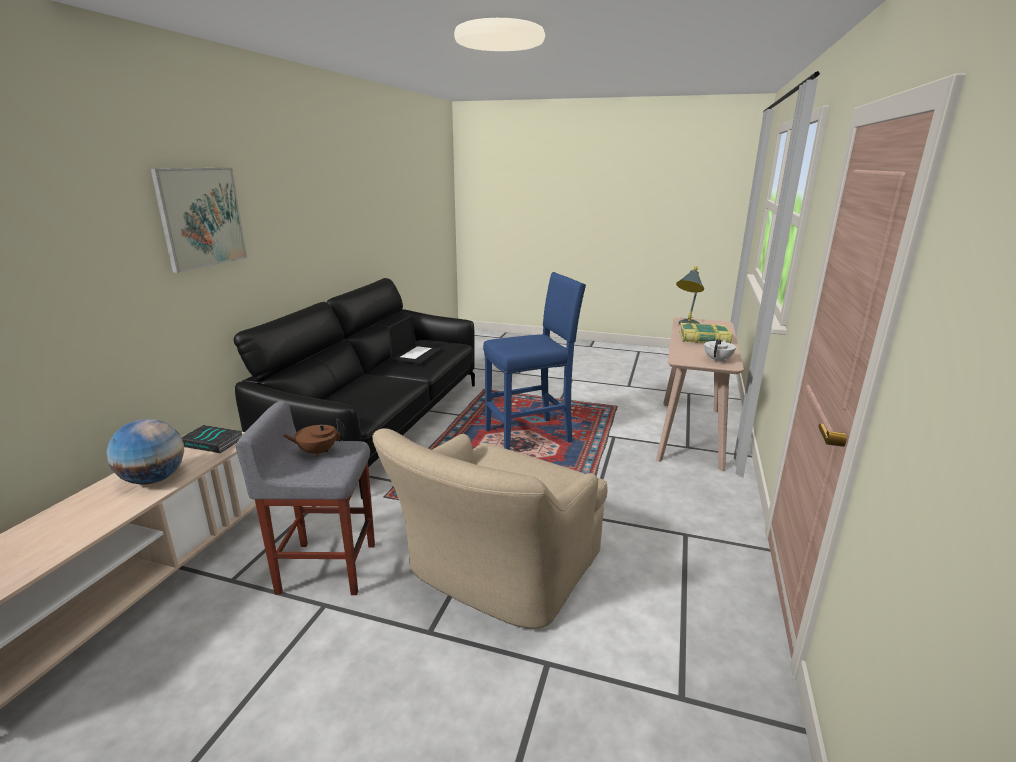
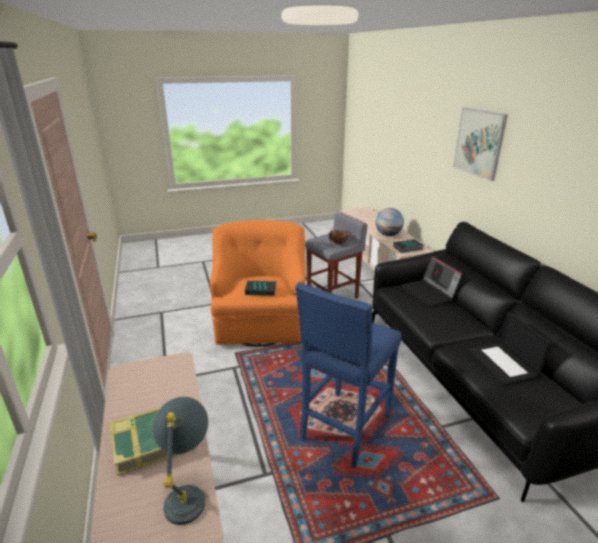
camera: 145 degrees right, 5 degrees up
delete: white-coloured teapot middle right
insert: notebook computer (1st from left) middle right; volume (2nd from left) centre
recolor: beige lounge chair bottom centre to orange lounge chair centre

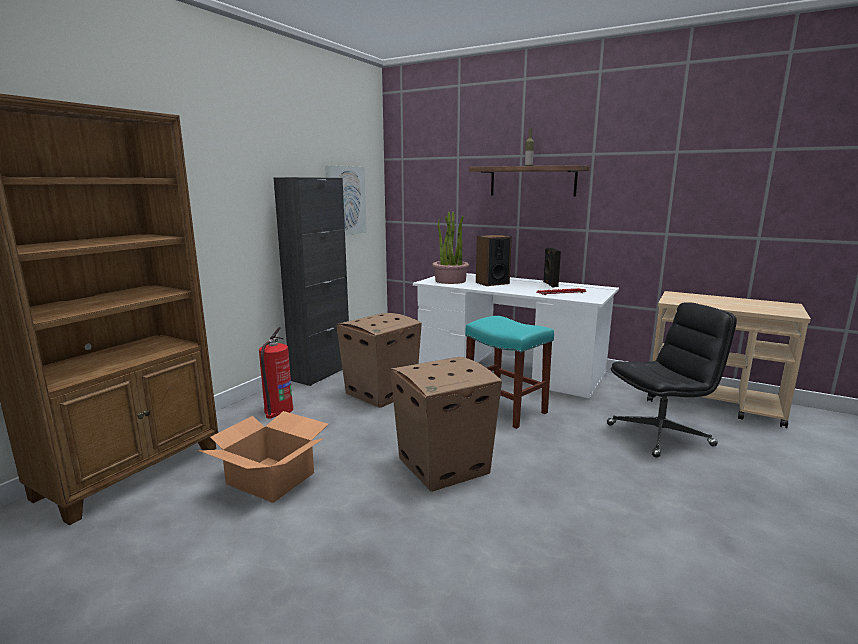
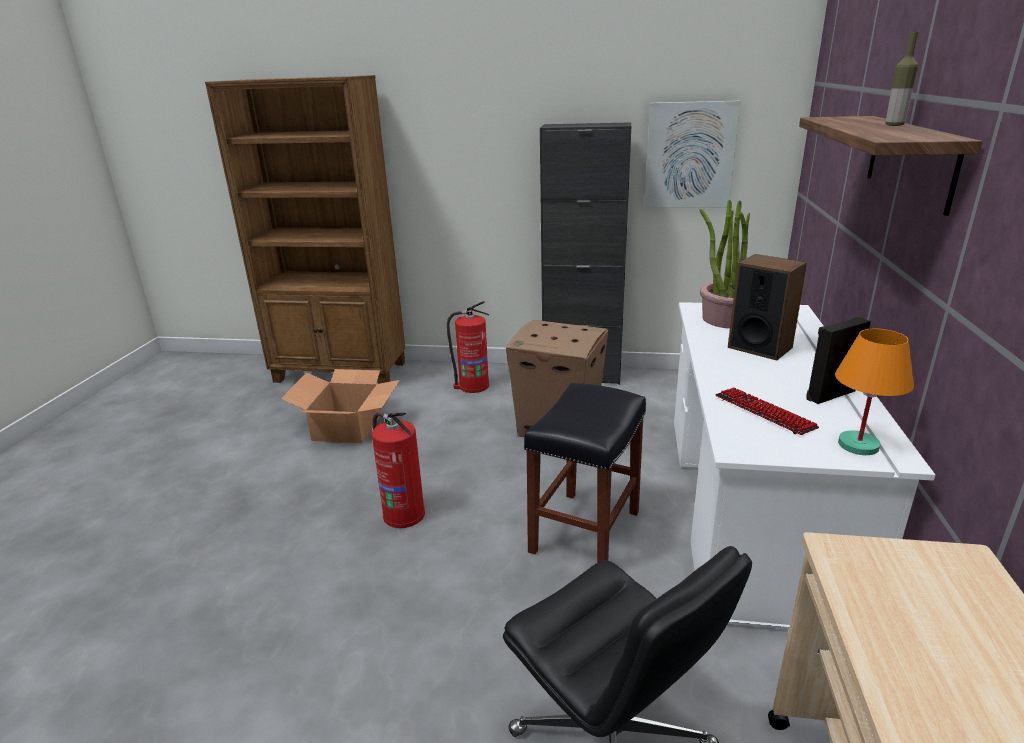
camera: 70 degrees right, 10 degrees up
insert: orange lamp for a table middle right
replace: packing box (3rd from left) centre to fire extinguisher (1st from left) centre
recolor: blue-green stool seat centre to blackish stool seat centre

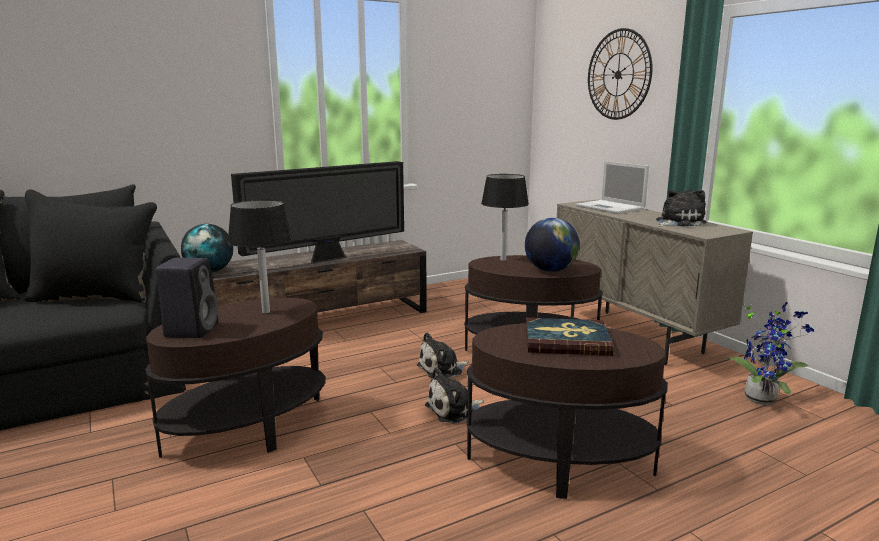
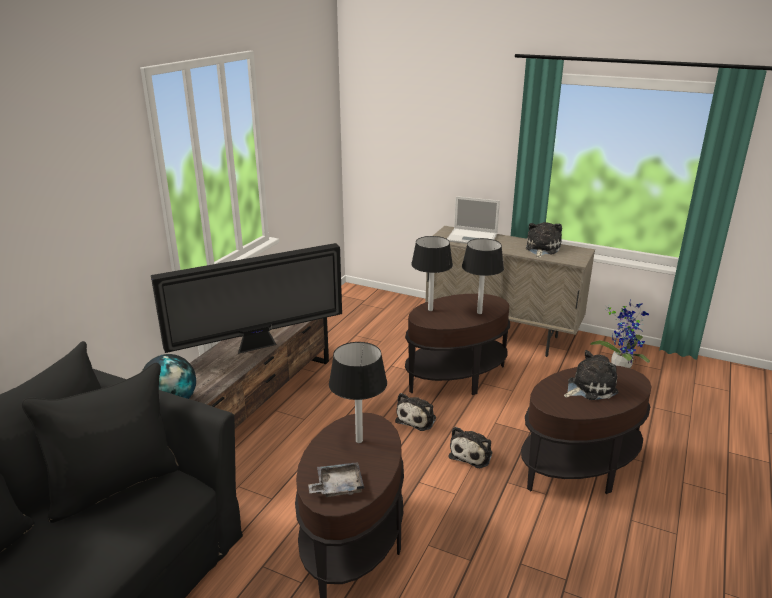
camera: 35 degrees left, 10 degrees up
delete: wall clock top right
replace: desk globe (2nd from left) centre to blackish lamp for a table (3rd from left) centre; blackish audio speaker middle left to grey serving tray bottom centre; volume centre to cuddly toy (4th from left) middle right
rotate: TV set centre = middle left 45 degrees clockwise

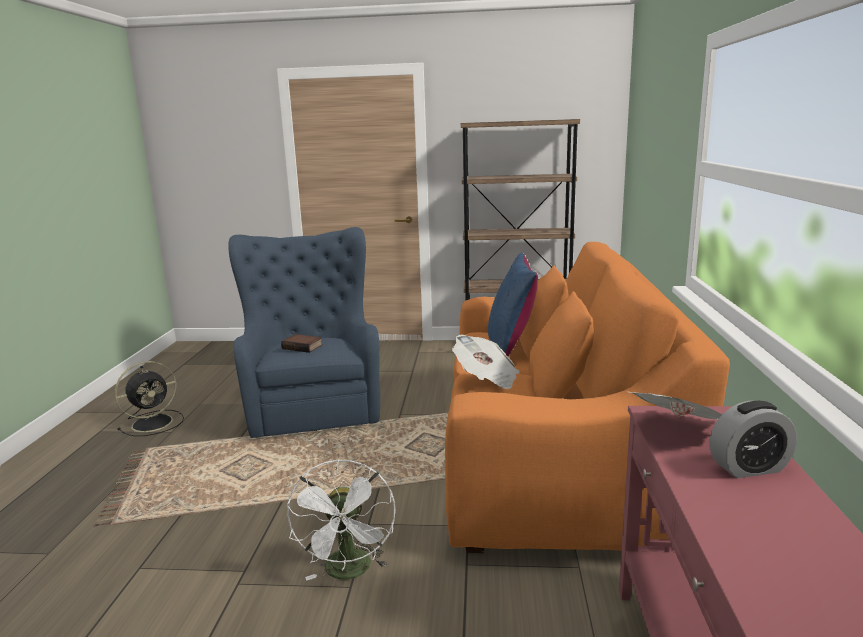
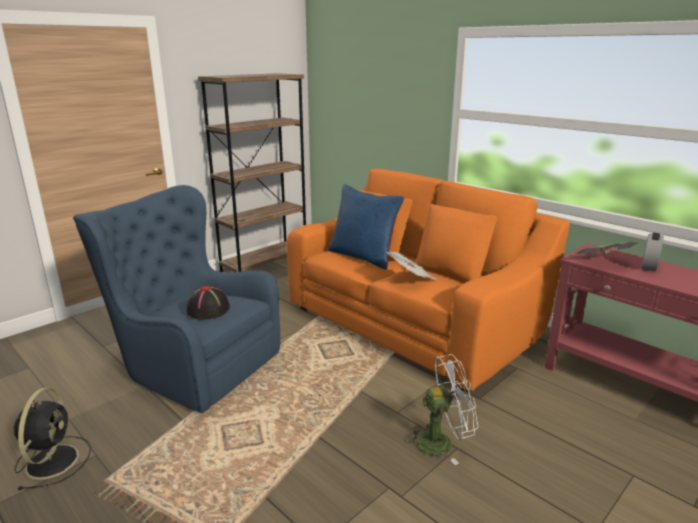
camera: 50 degrees left, 5 degrees up
replace: volume centre to blackish wearable hat middle left
rotate: white-coloured cooling fan bottom centre = bottom centre 45 degrees counterclockwise

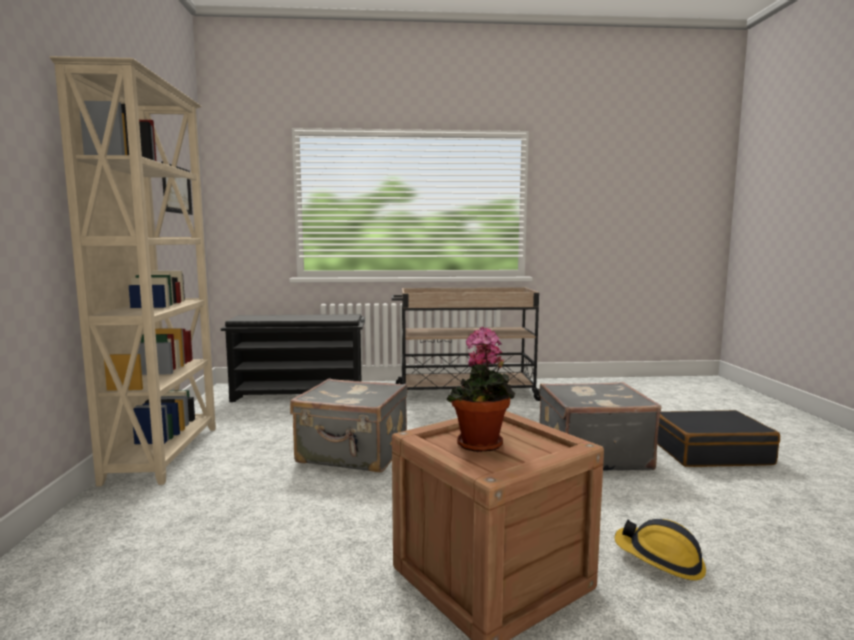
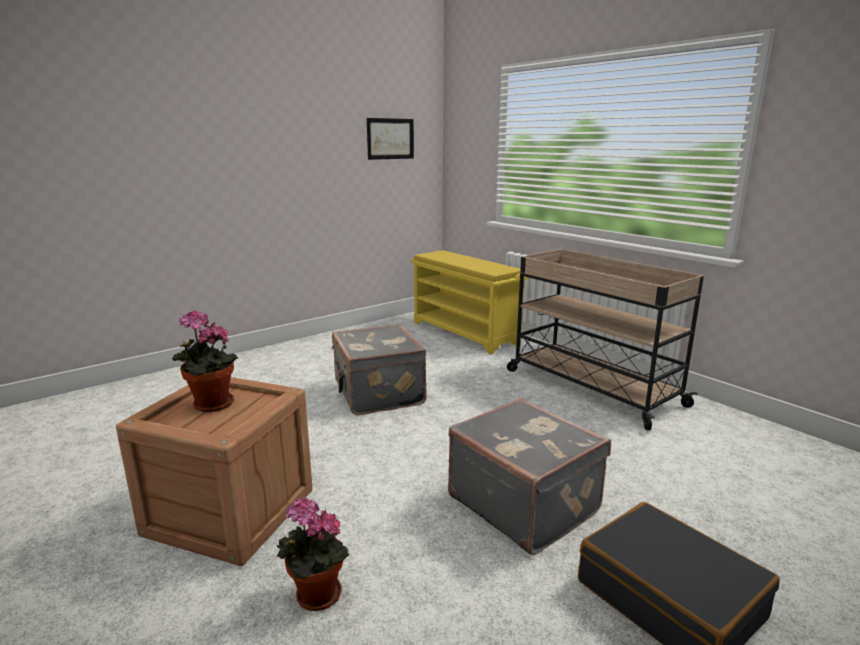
camera: 55 degrees right, 10 degrees up
delete: beige bookcase middle left
replace: safety helmet bottom right to plant in a pot (2nd from left) bottom centre
recolor: blackish shoe stand centre to yellow-coloured shoe stand centre

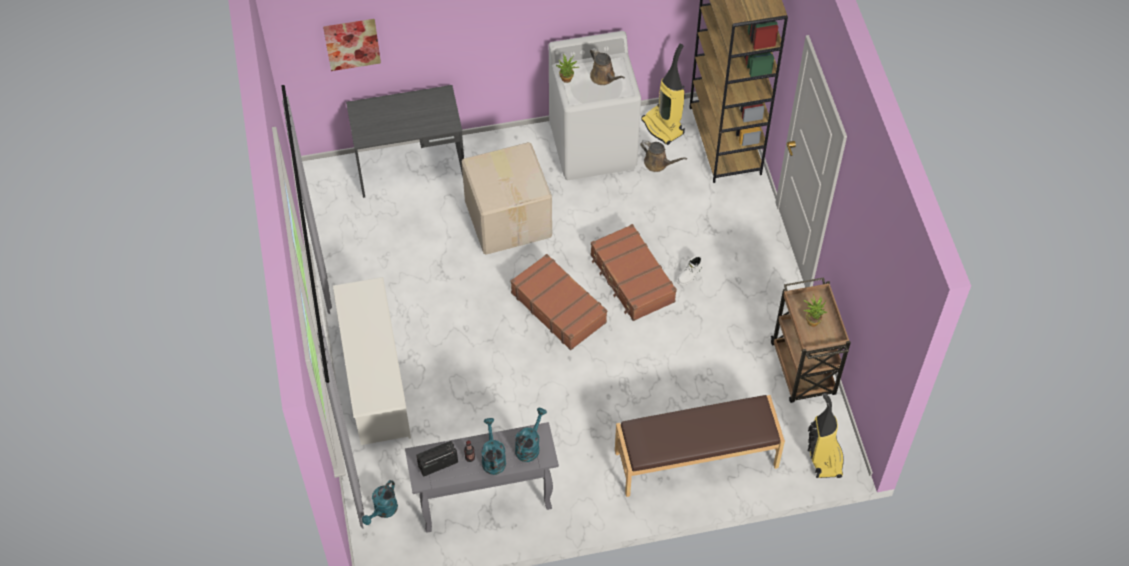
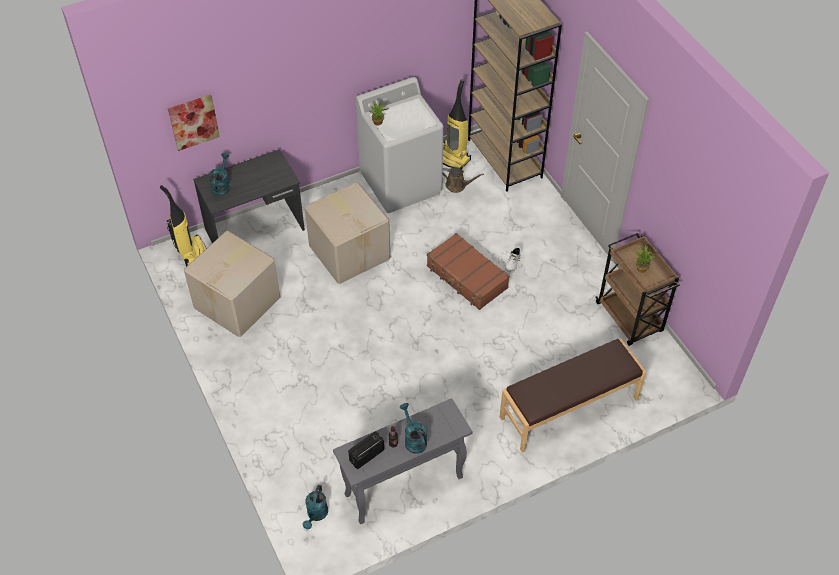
camera: 15 degrees left, 5 degrees down
delete: brownish watering can (1st from left) top centre; brownish suitcase (1st from left) centre; white-coloured shoe stand middle left
insert: packing box (1st from left) middle left
move: vacuum (2nd from left in the first image) bottom right to vacuum (1st from left) middle left; blue-green watering can (3rd from left in the first image) bottom centre to blue-green watering can (1st from left) top left

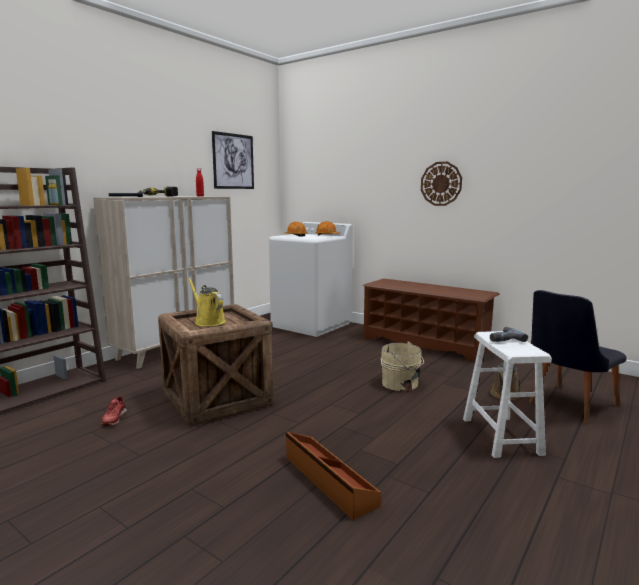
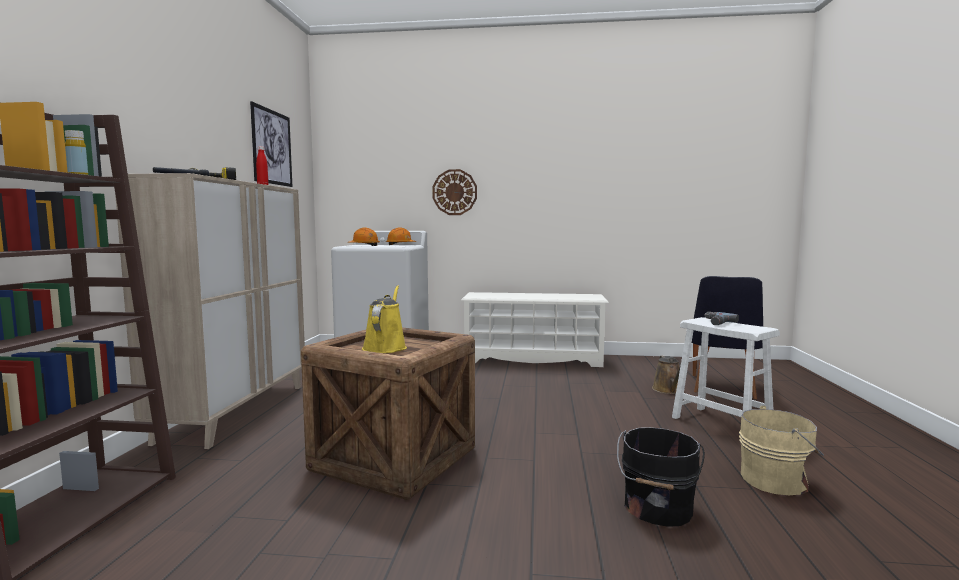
camera: 30 degrees left, 5 degrees down
delete: red-coloured low shoe bottom left
move: wall clock top right to top centre; beige pail centre to bottom right
replace: brownish storage box bottom centre to blackish pail bottom right
recolor: brownish shoe stand middle right to white-coloured shoe stand centre
rotate: yellow-coloured watering can middle left = centre 75 degrees clockwise

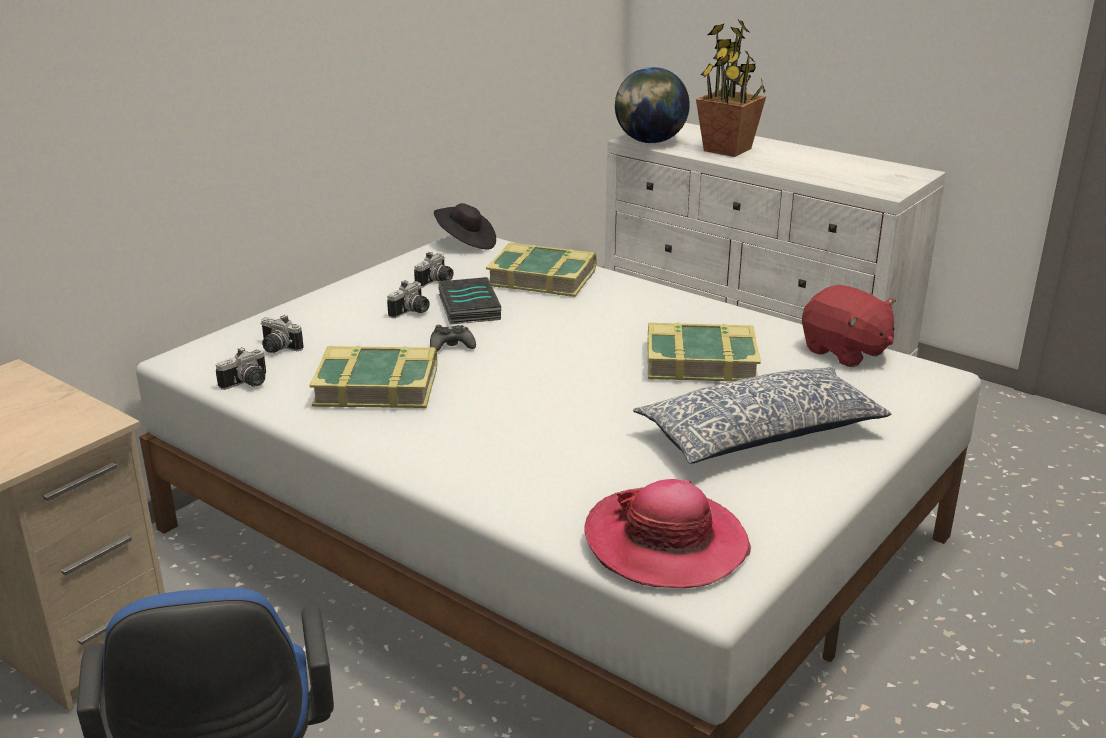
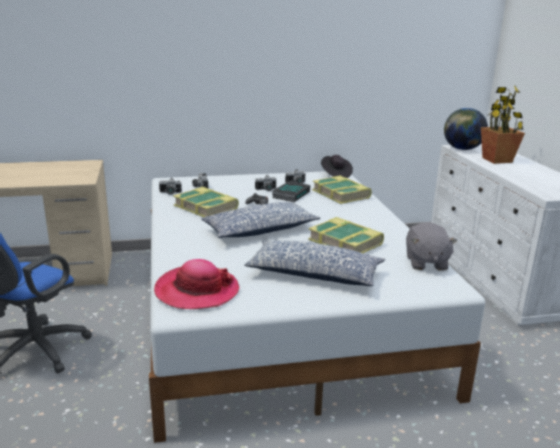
camera: 40 degrees right, 5 degrees down
insert: pillow (1st from left) centre
recolor: red-coloured cuddly toy middle right to grey cuddly toy middle right

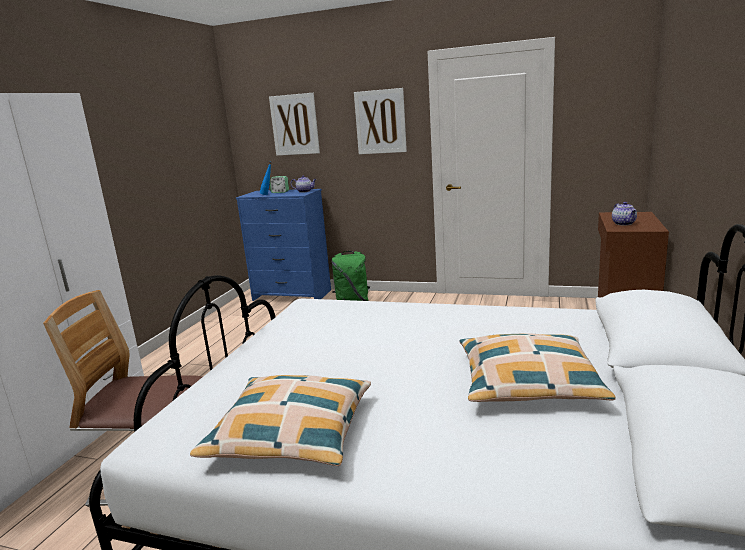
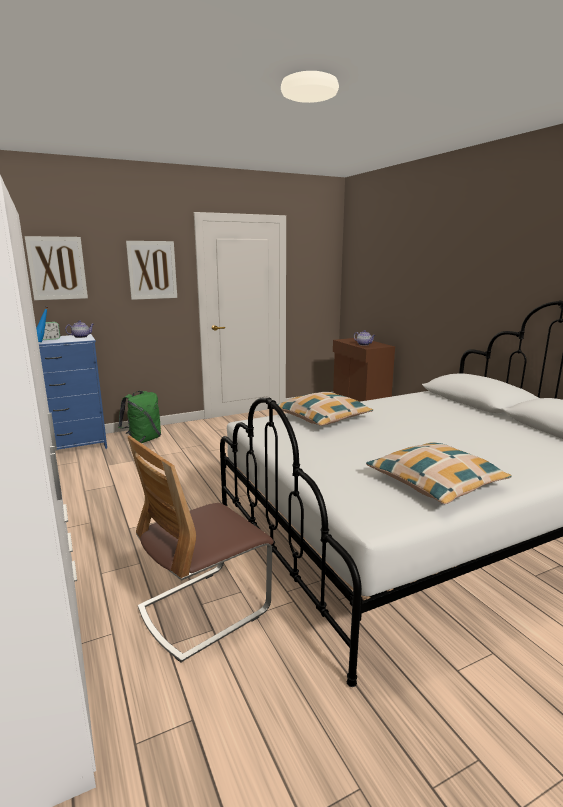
camera: 45 degrees left, 0 degrees up
move: pillow (2nd from left in the first image) bottom right to pillow (1st from left) centre

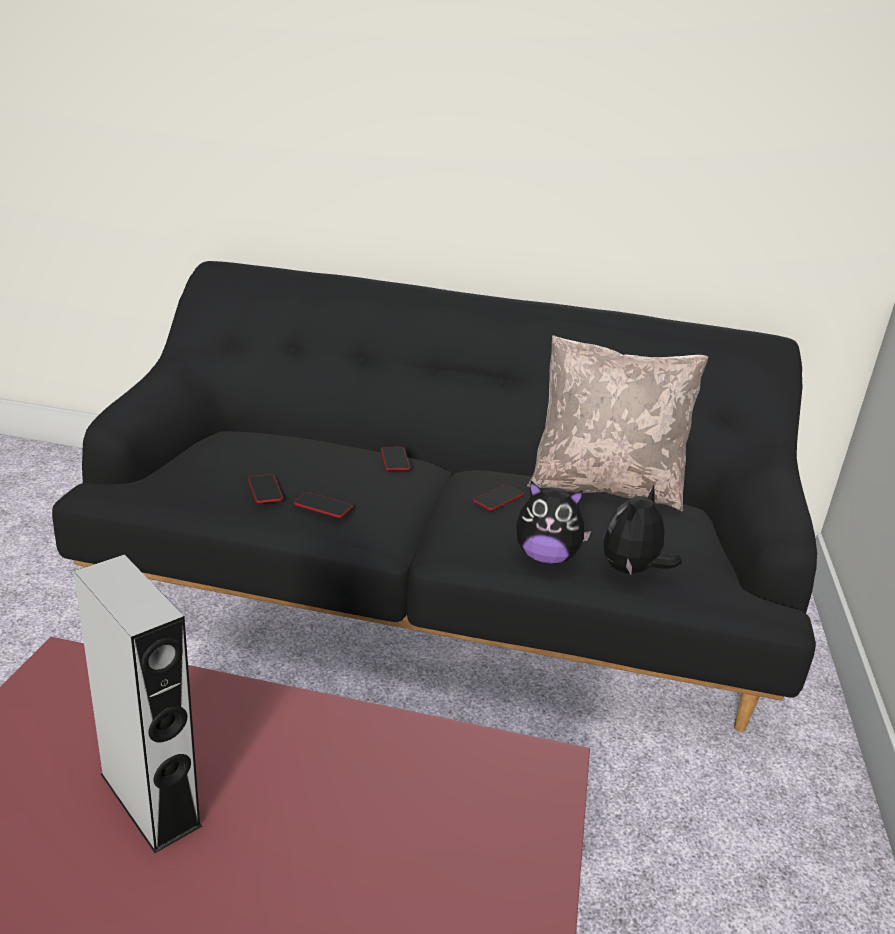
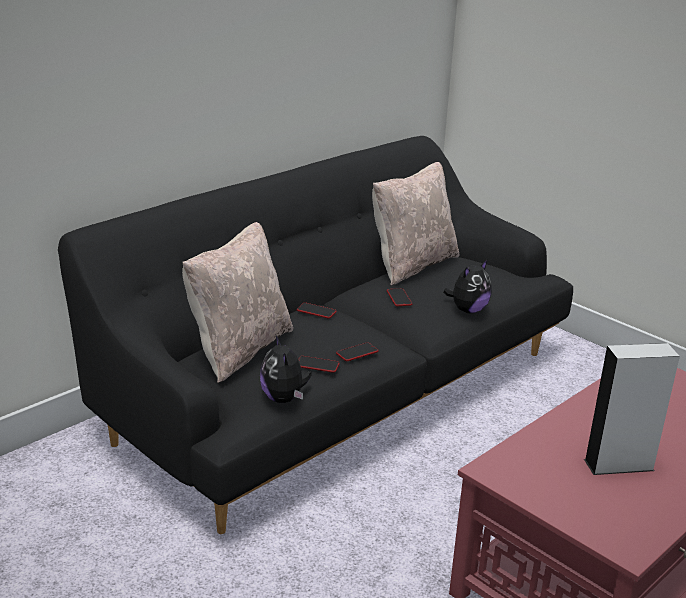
camera: 55 degrees left, 0 degrees up
insert: beige pillow (1st from left) centre
move: cuddly toy (2nd from left in the first image) middle right to cuddly toy (1st from left) centre

